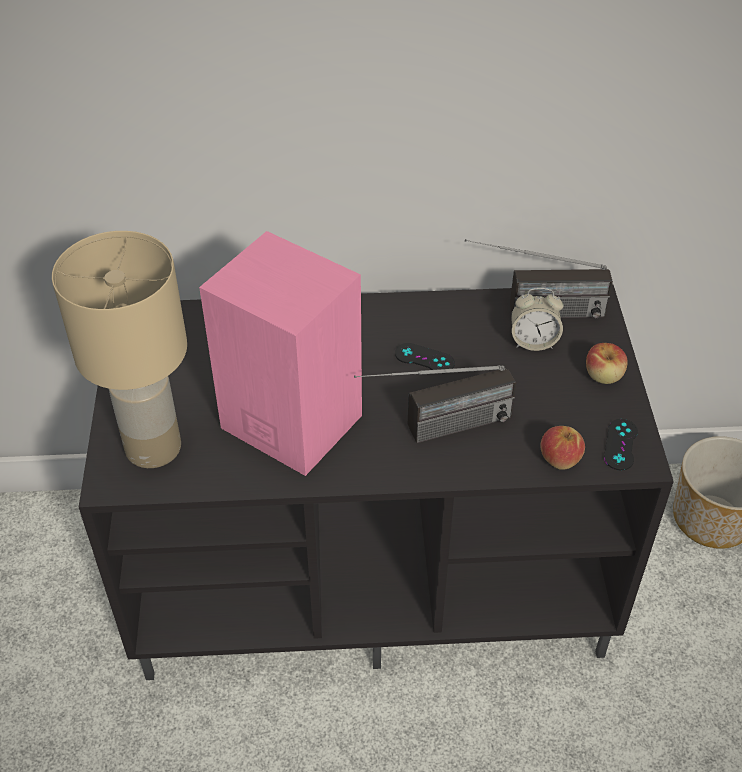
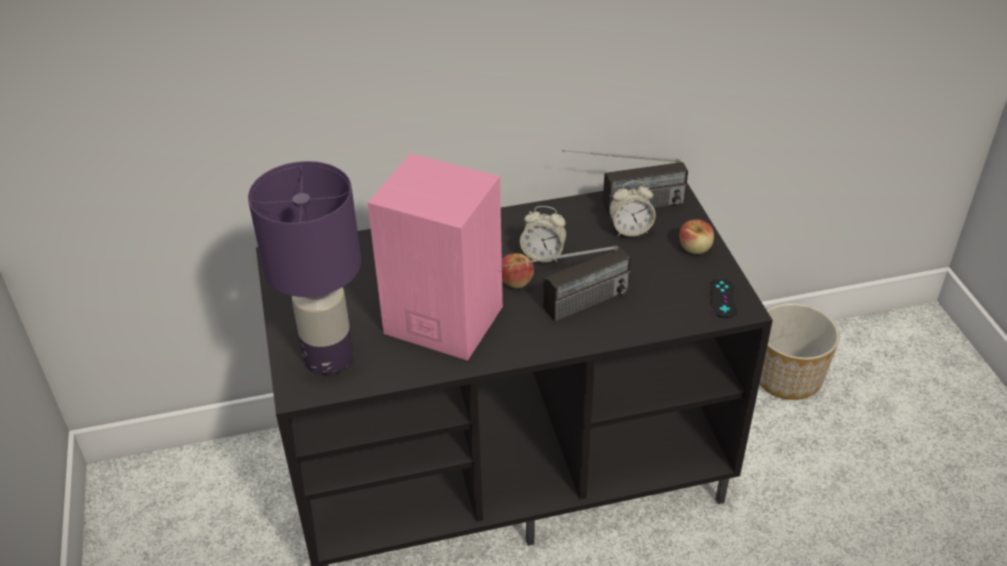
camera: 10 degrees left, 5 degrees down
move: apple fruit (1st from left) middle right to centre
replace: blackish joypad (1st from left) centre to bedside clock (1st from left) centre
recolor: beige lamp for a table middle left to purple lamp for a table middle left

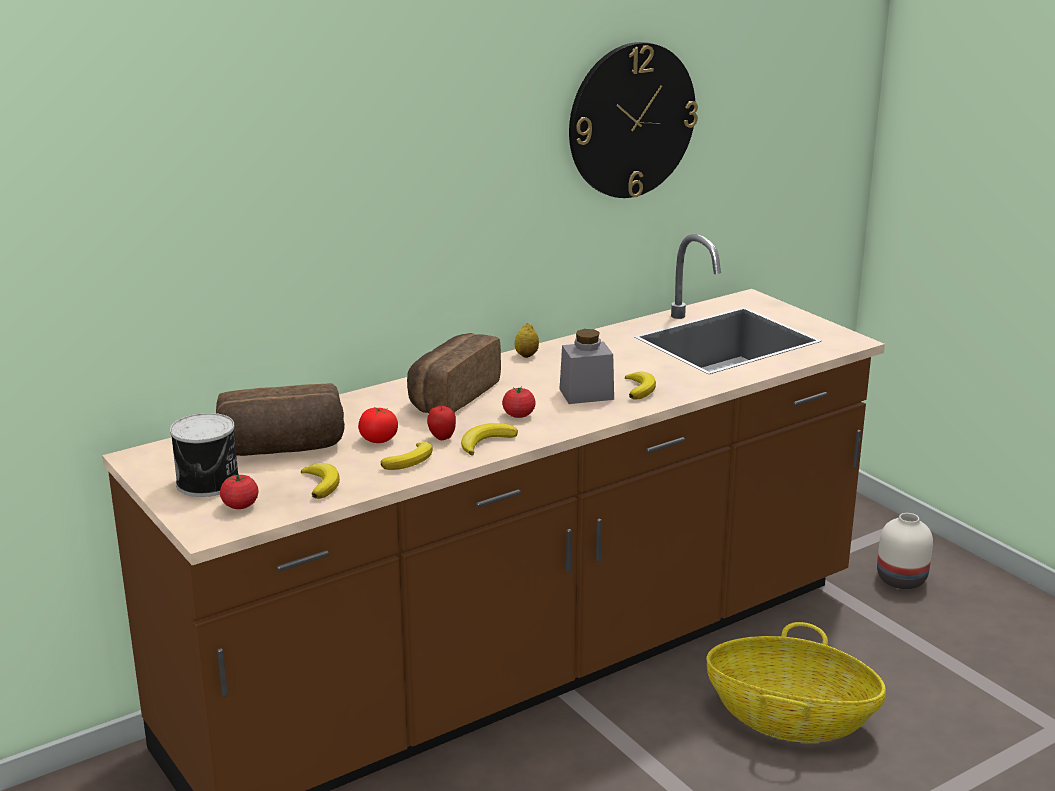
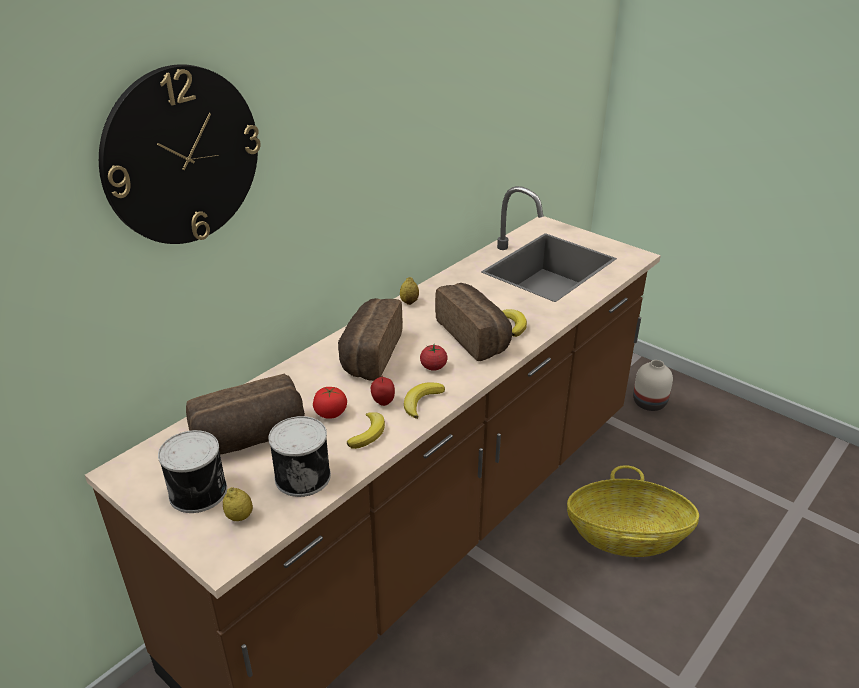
camera: 15 degrees left, 10 degrees up
move: wall clock top centre to top left
replace: grey preserve jar centre to bread (3rd from left) centre; whole banana (1st from left) middle left to sealed can (2nd from left) centre; tomato (1st from left) middle left to lemon (1st from left) bottom left

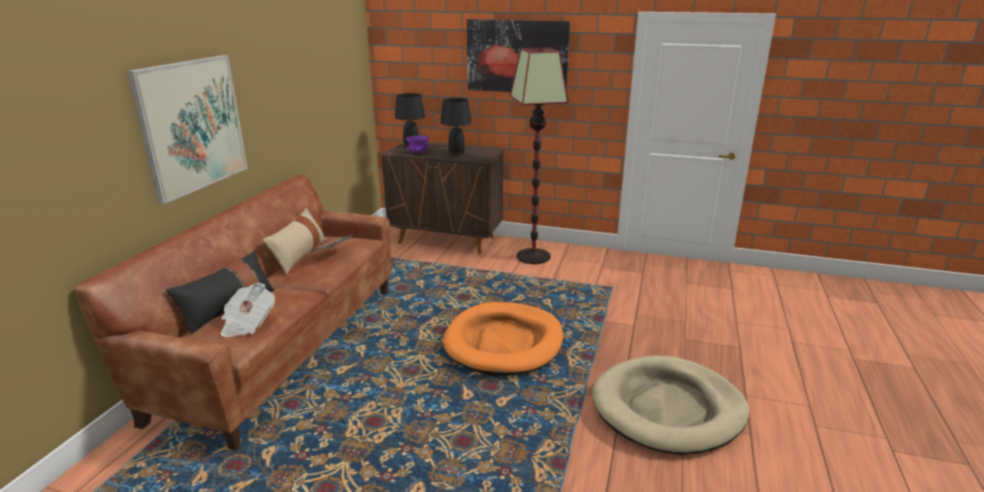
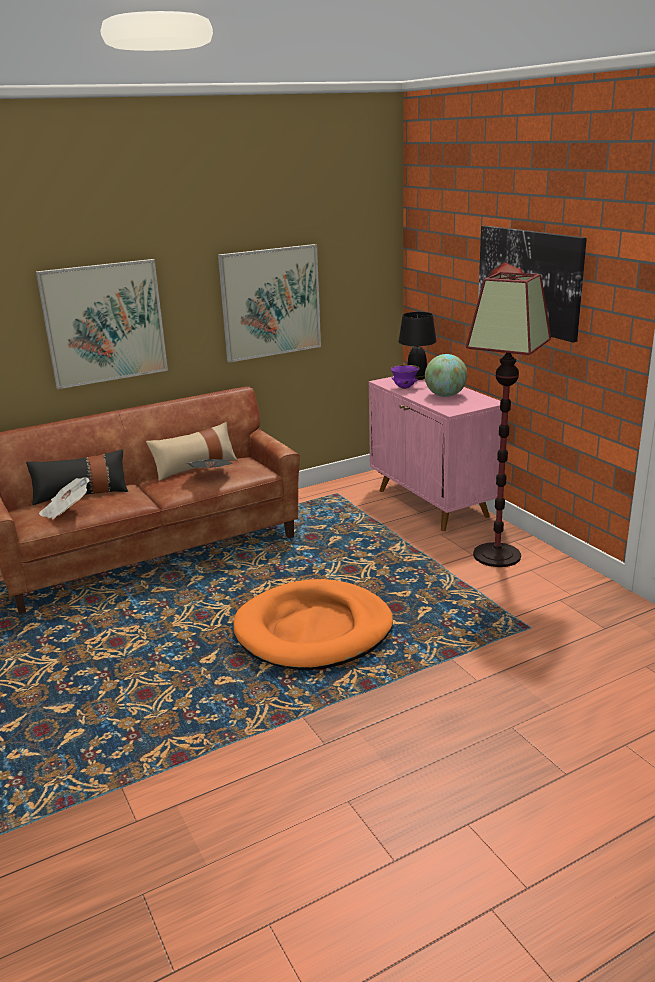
camera: 45 degrees right, 0 degrees up
delete: beige dog cushion bottom right
insert: picture (2nd from left) top centre
replace: blackish lamp for a table (2nd from left) top centre to desk globe middle right
recolor: brownish cabinet centre to pink cabinet centre

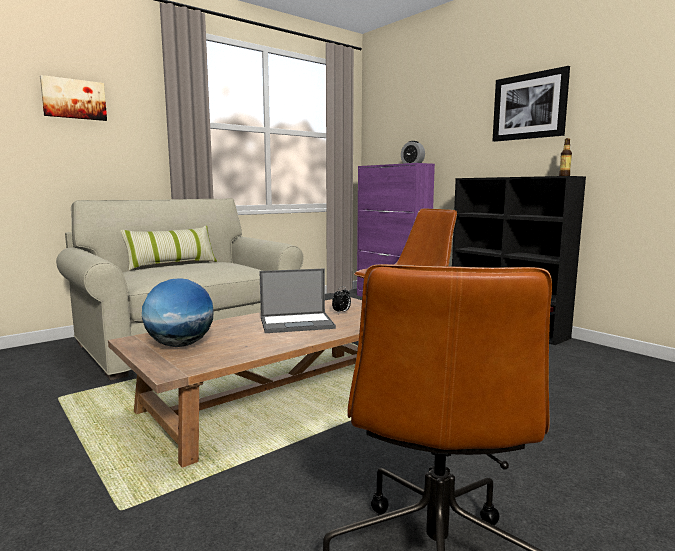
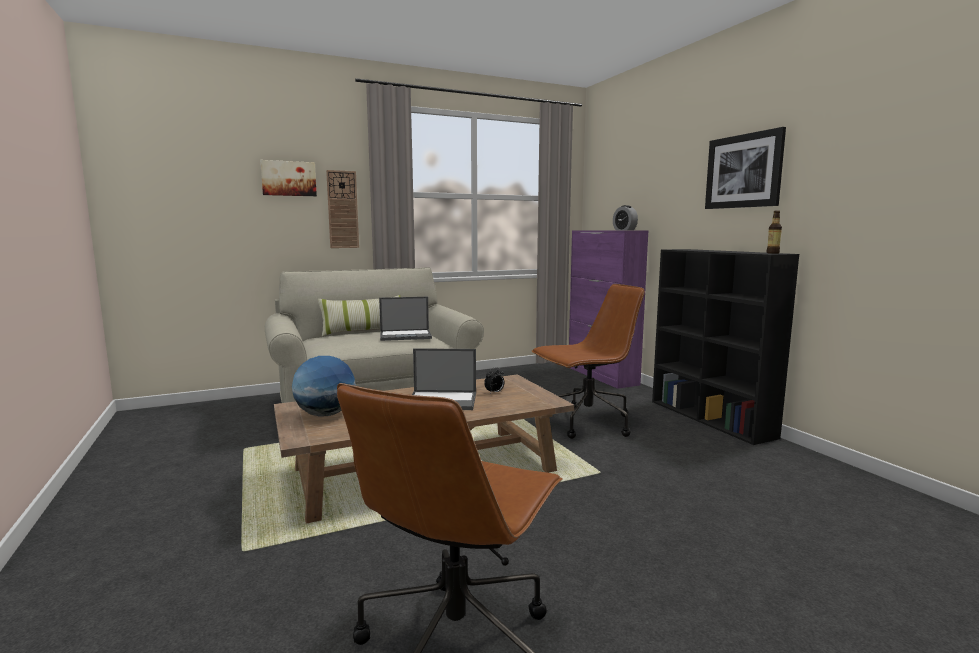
camera: 15 degrees right, 0 degrees up
insert: wall clock top centre; notebook computer (1st from left) centre

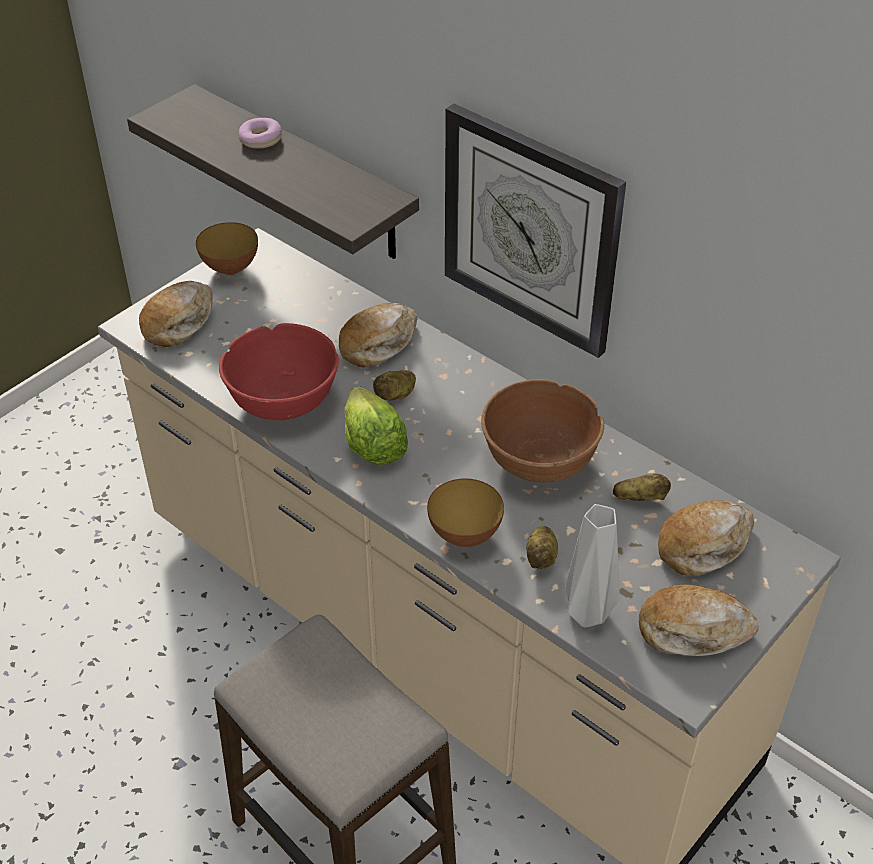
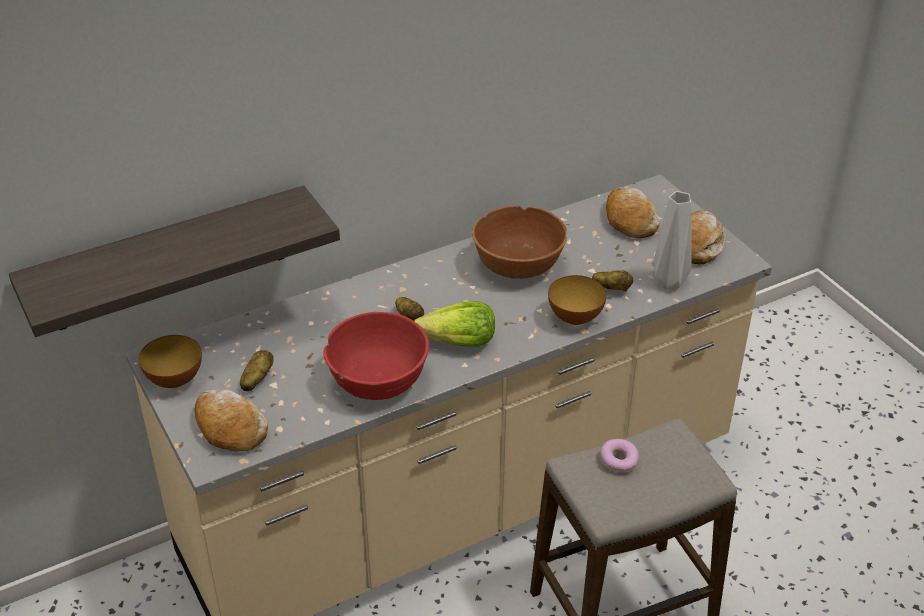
camera: 70 degrees left, 5 degrees down
delete: wall clock top centre; bread (2nd from left) centre
move: doughnut top left to bottom right; potato (3rd from left in the first image) middle right to potato (1st from left) middle left

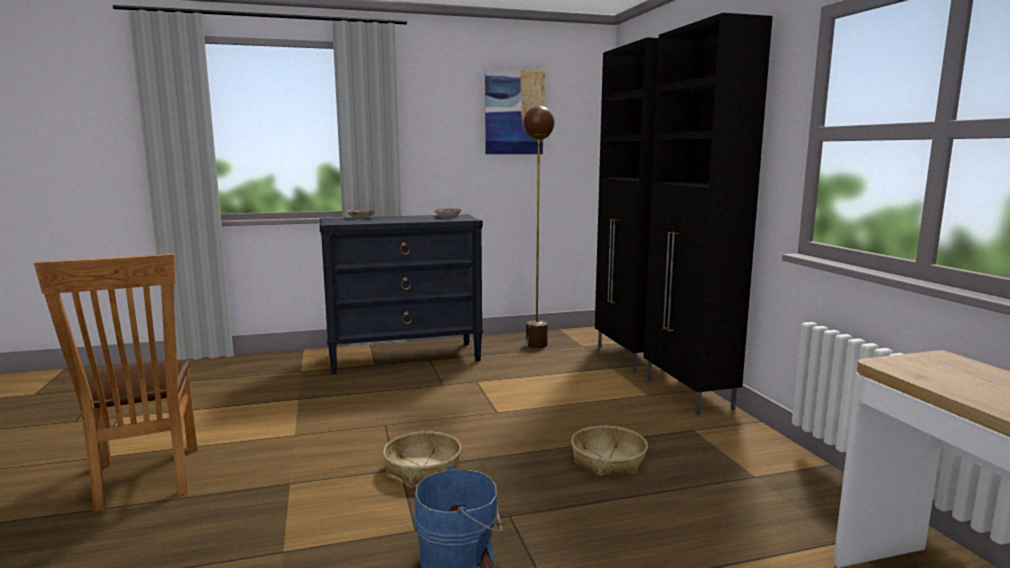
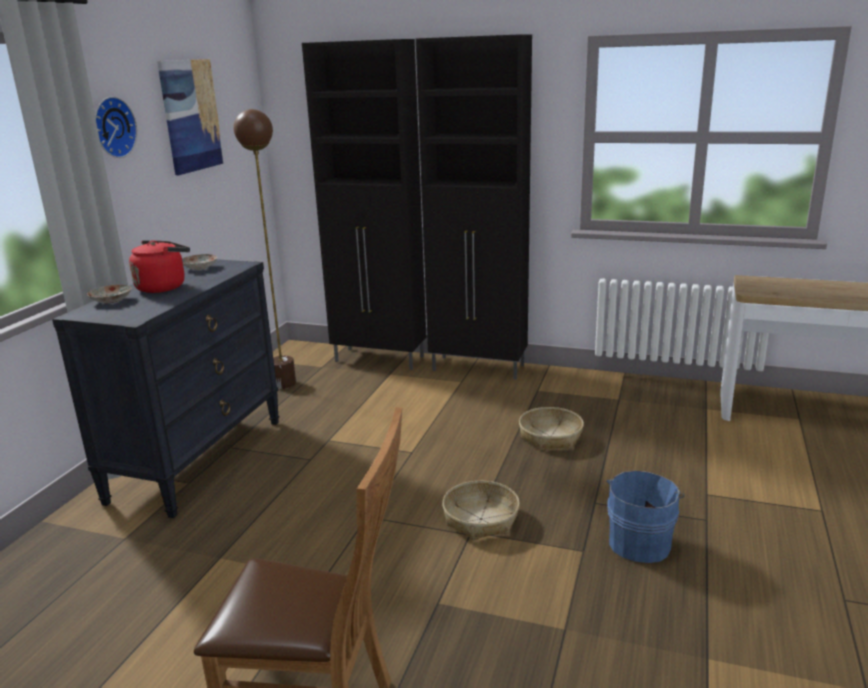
camera: 55 degrees left, 10 degrees up
insert: wall clock top left; red-coloured water kettle middle left

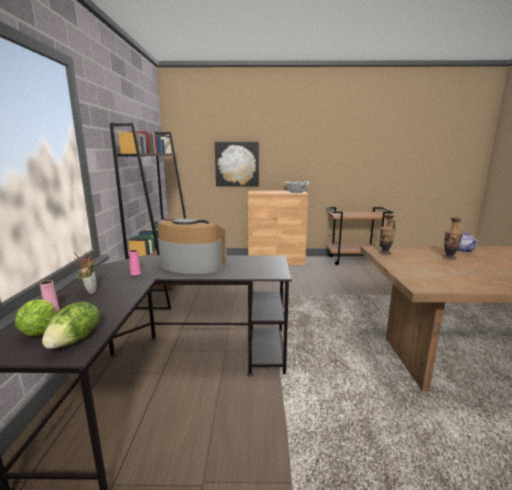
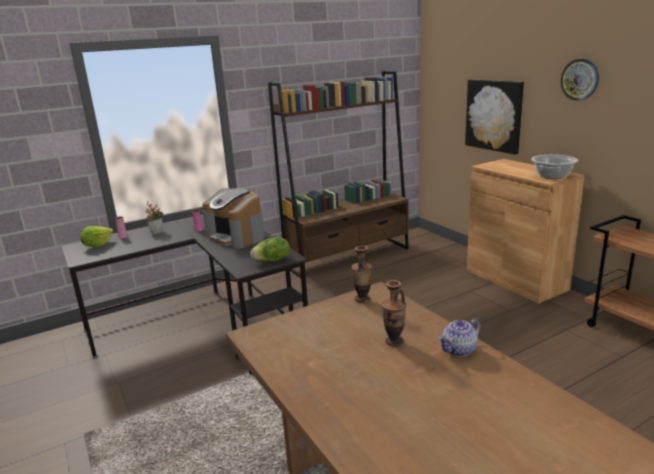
camera: 60 degrees right, 5 degrees up
insert: wall clock top right
move: lettuce (2nd from left) middle left to centre
rotate: coffee brewer centre = centre 150 degrees clockwise

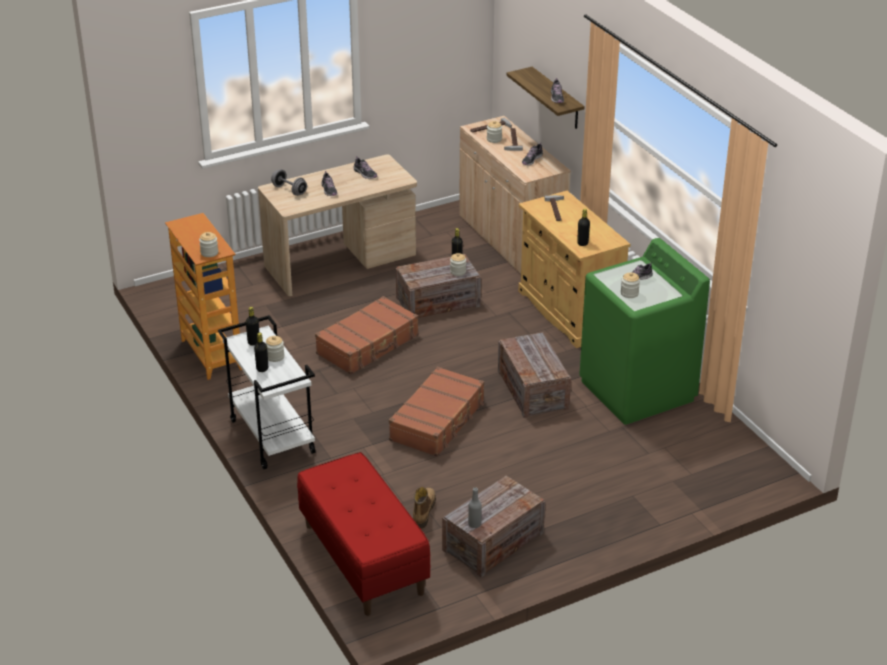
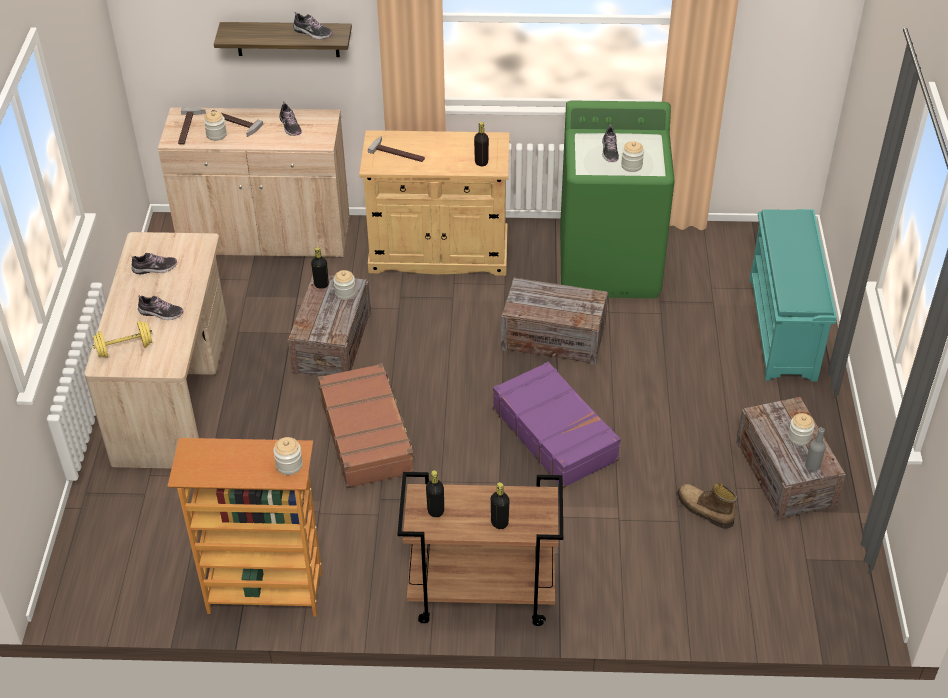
camera: 60 degrees left, 10 degrees up
delete: red-coloured long seat bottom centre
insert: blue-green shoe stand middle right
move: preserve jar (2nd from left in the first image) middle left to preserve jar (5th from left) middle right
recolor: grey dumbbell top left to yellow-coloured dumbbell middle left; white-coloured cart middle left to brownish cart bottom centre; brownish suitcase (2nd from left) centre to purple suitcase centre

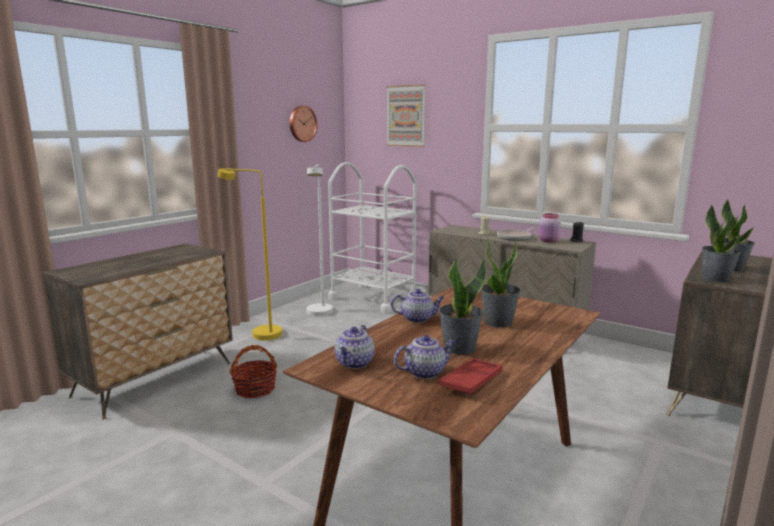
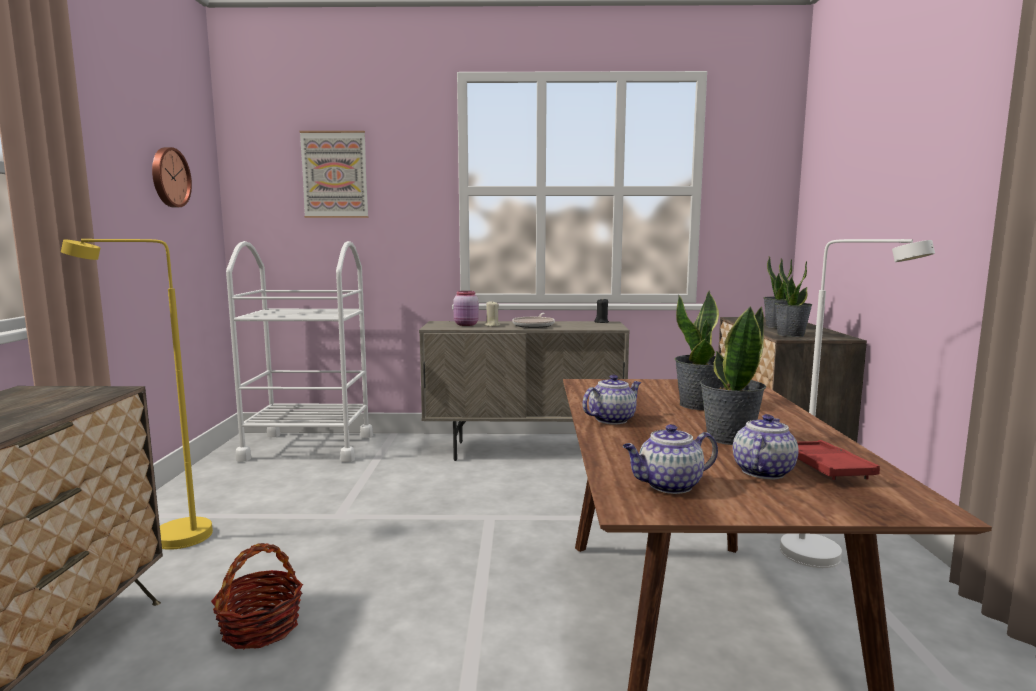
camera: 35 degrees left, 5 degrees down
move: white-coloured standard lamp centre to middle right; pink preserve jar middle right to centre
rotate: teapot (1st from left in the first image) centre = centre 90 degrees clockwise

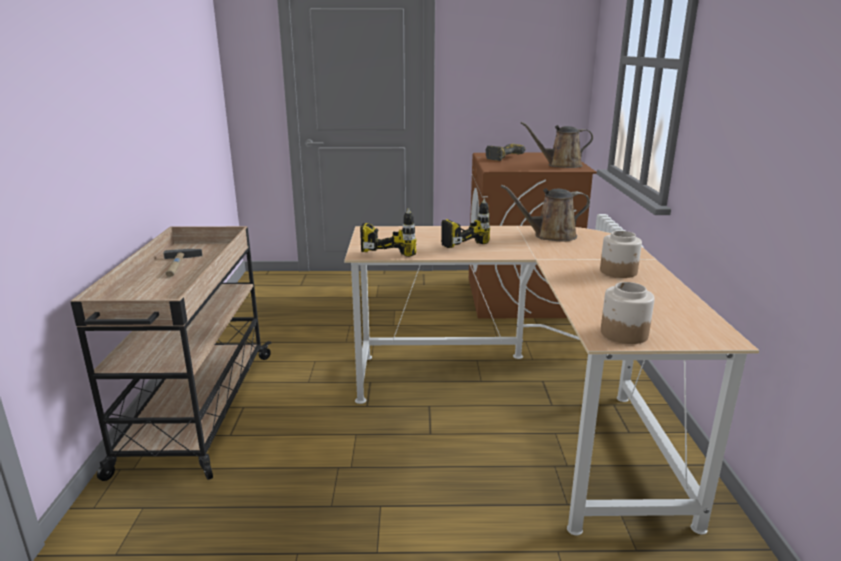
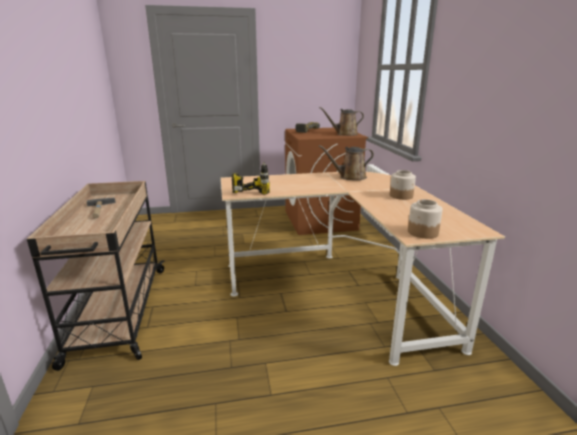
camera: 10 degrees left, 0 degrees up
delete: power drill (2nd from left) centre

